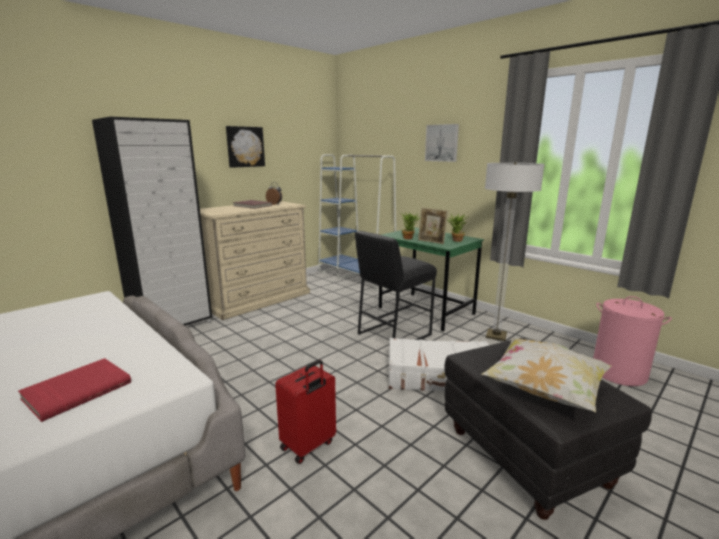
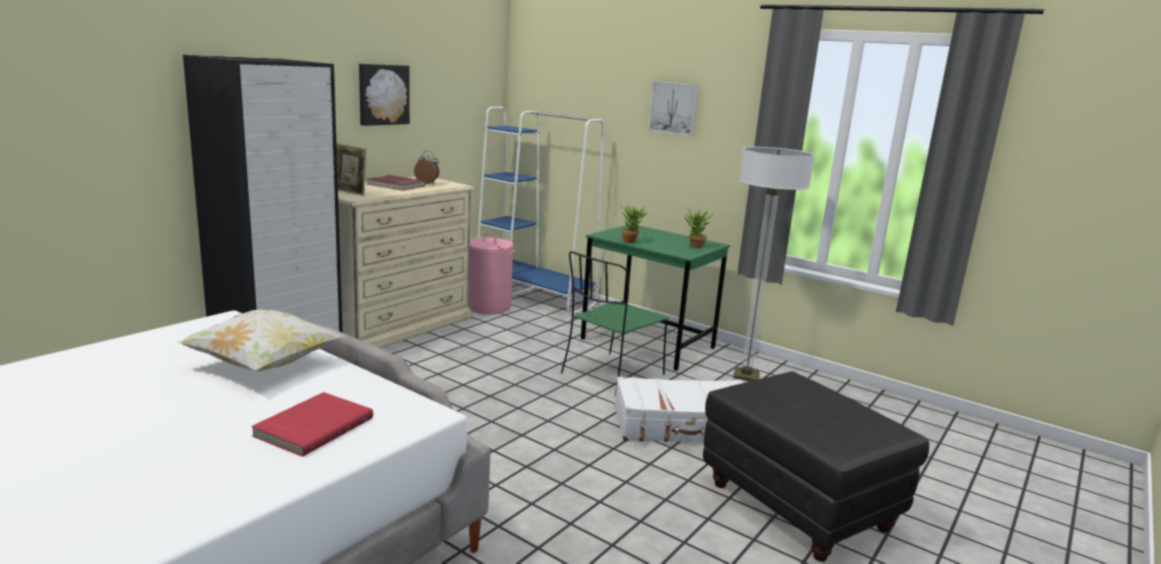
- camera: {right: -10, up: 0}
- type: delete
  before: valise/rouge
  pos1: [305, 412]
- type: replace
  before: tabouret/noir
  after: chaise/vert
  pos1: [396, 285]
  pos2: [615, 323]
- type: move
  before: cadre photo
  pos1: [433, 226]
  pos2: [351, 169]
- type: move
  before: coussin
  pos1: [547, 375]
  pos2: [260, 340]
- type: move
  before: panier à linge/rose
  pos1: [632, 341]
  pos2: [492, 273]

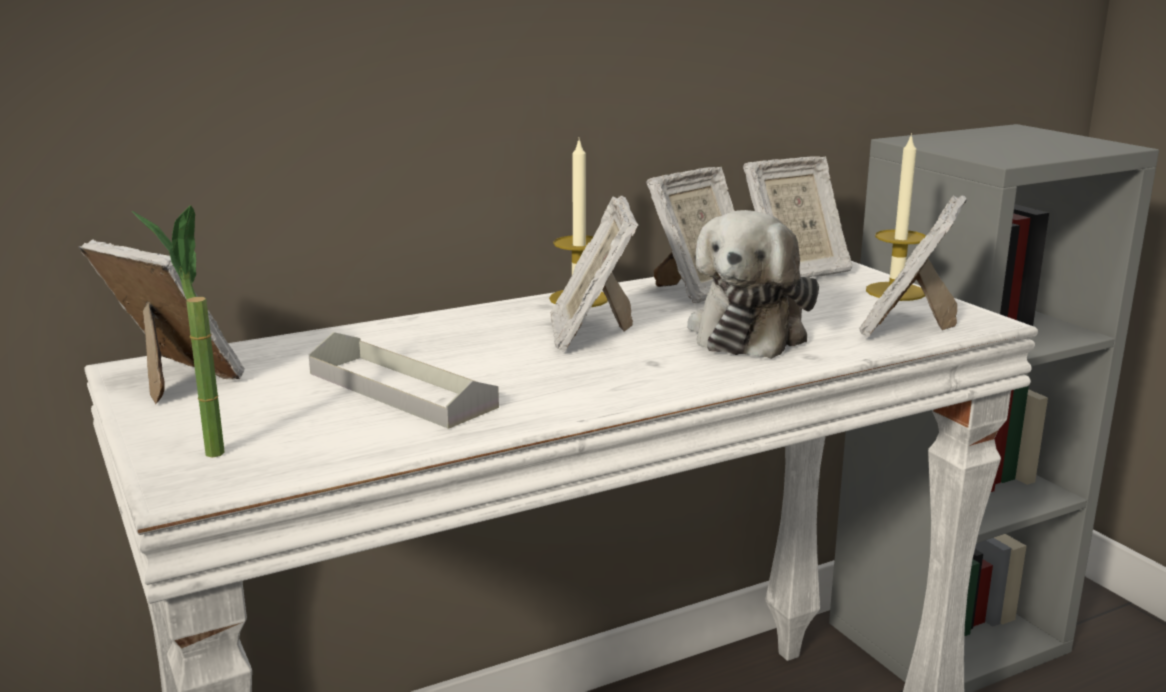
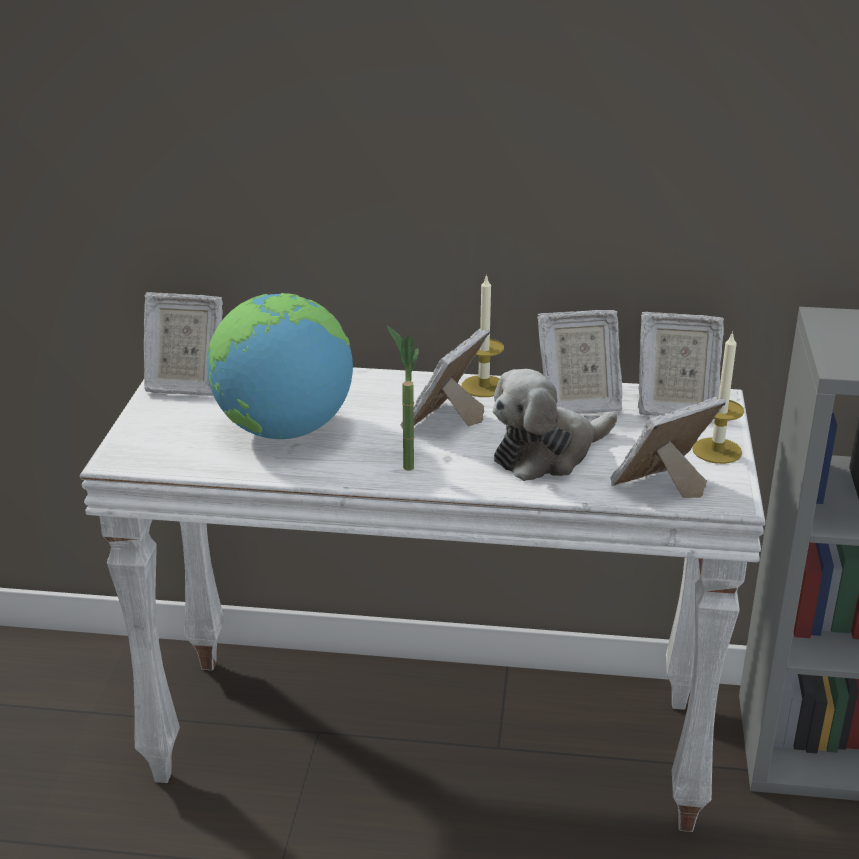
- camera: {right: 35, up: 10}
- type: rotate
  before: cadre photo
  pos1: [162, 321]
  pos2: [183, 344]
  turn: 120
- type: move
  before: plante en pot
  pos1: [178, 331]
  pos2: [403, 398]
- type: replace
  before: plateau/gris
  after: globe
  pos1: [404, 380]
  pos2: [280, 366]

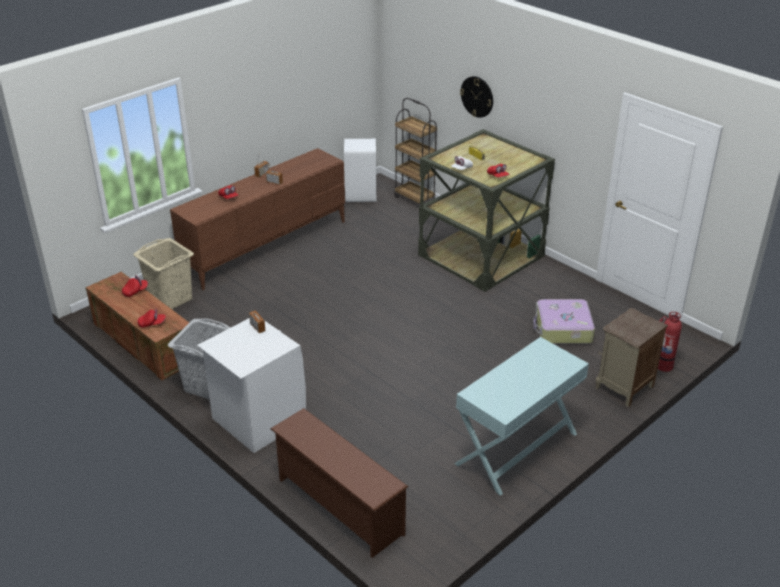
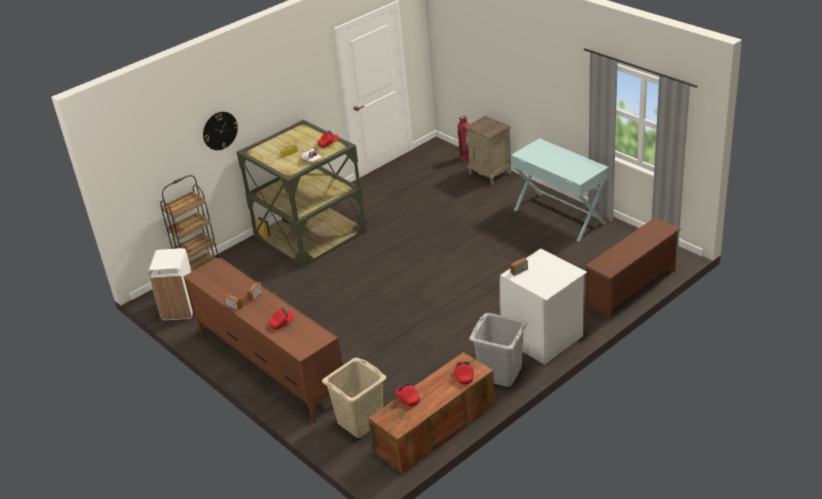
- camera: {right: -85, up: 0}
- type: delete
  before: valise
  pos1: [564, 321]

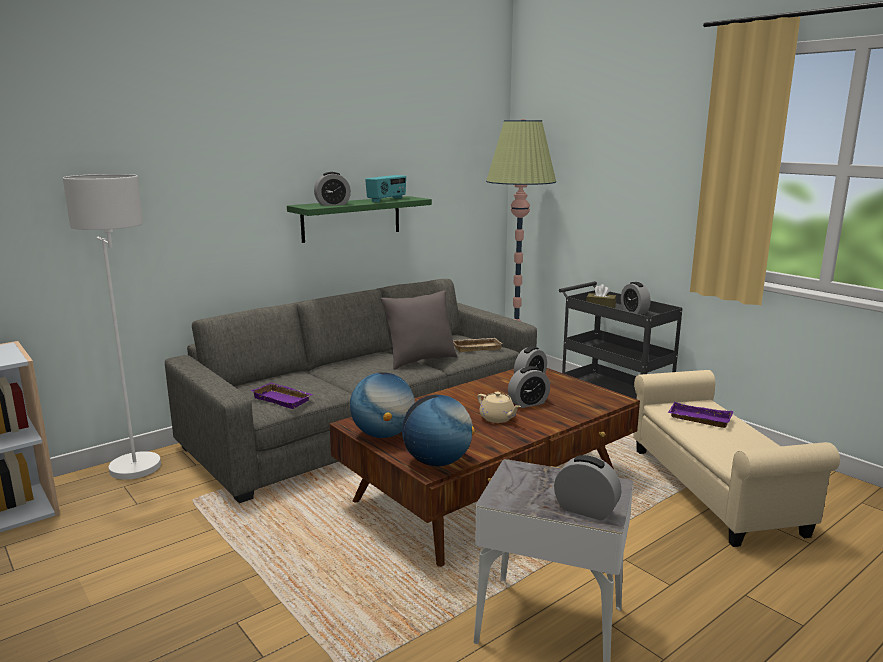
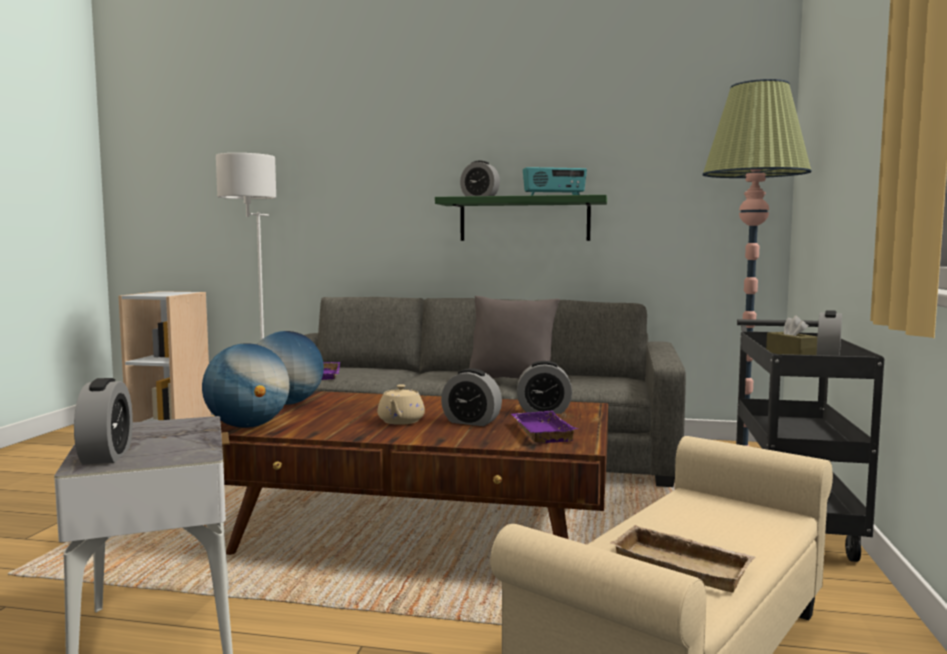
- camera: {right: 50, up: -10}
- type: move
  before: plateau/beige
  pos1: [477, 345]
  pos2: [682, 558]
- type: move
  before: plateau/violet
  pos1: [700, 415]
  pos2: [544, 427]

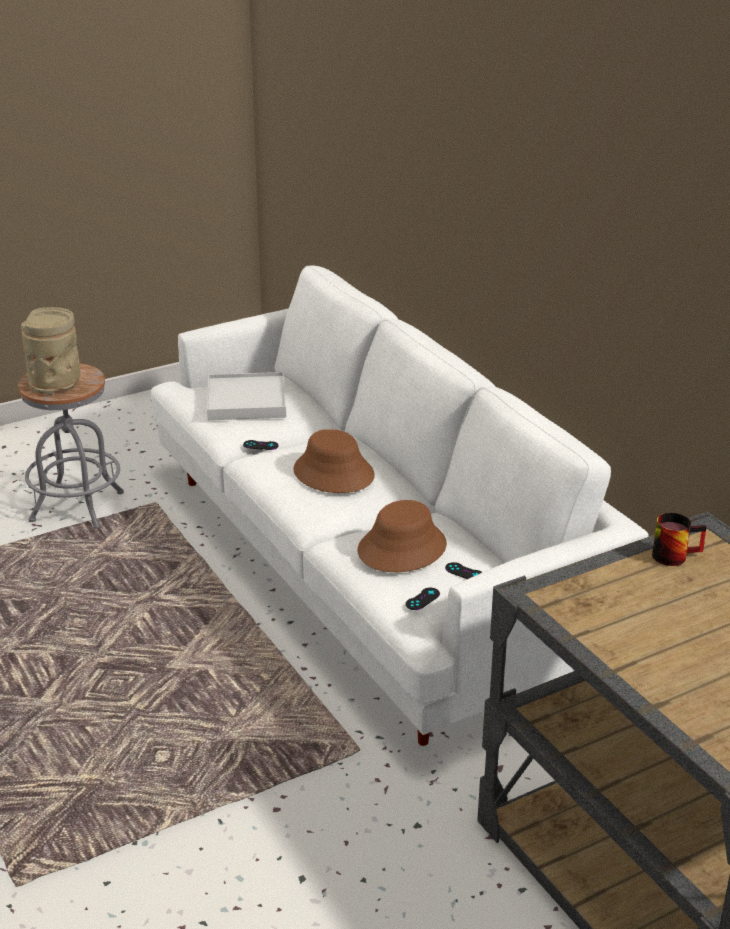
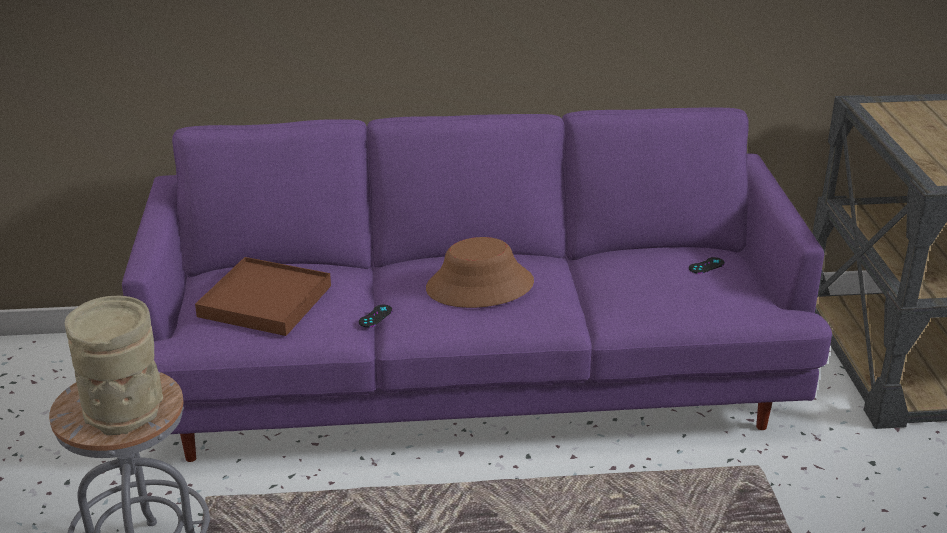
- camera: {right: -65, up: 0}
- type: recolor
  before: canapé/blanc
  after: canapé/violet
  pos1: [400, 506]
  pos2: [477, 285]
- type: recolor
  before: plateau/blanc
  after: plateau/marron
  pos1: [246, 396]
  pos2: [263, 296]
- type: delete
  before: chapeau/marron
  pos1: [402, 536]
- type: delete
  before: manette/noir
  pos1: [423, 599]
- type: delete
  before: mug
  pos1: [679, 539]

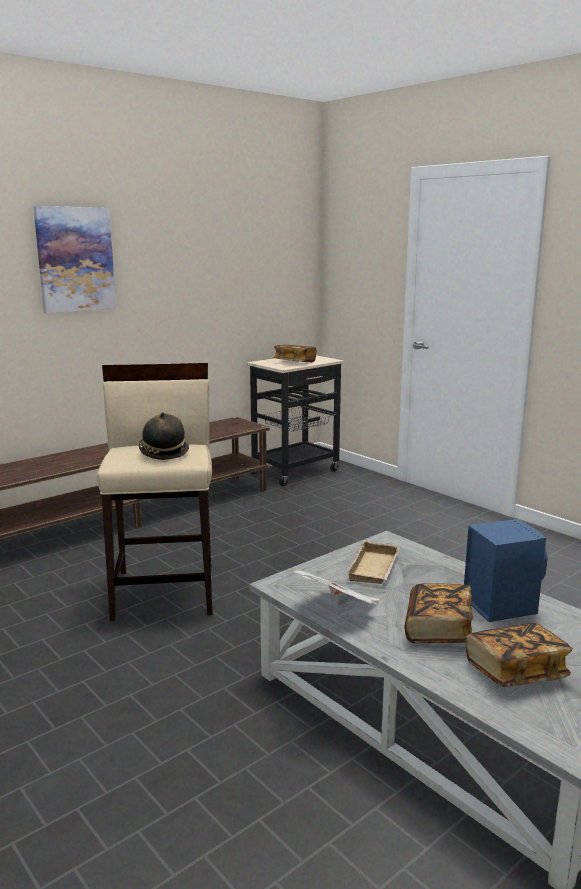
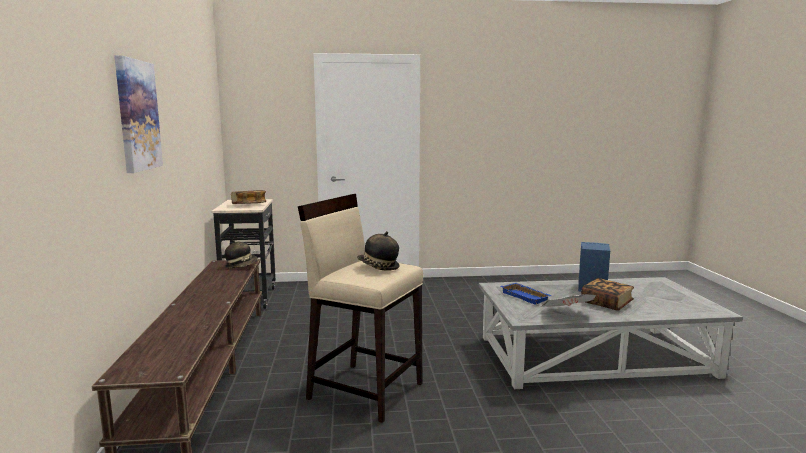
- camera: {right: -55, up: -5}
- type: recolor
  before: plateau/beige
  after: plateau/bleu
  pos1: [373, 562]
  pos2: [526, 294]
- type: delete
  before: livre
  pos1: [519, 655]
- type: insert
  after: chapeau
  pos2: [241, 254]

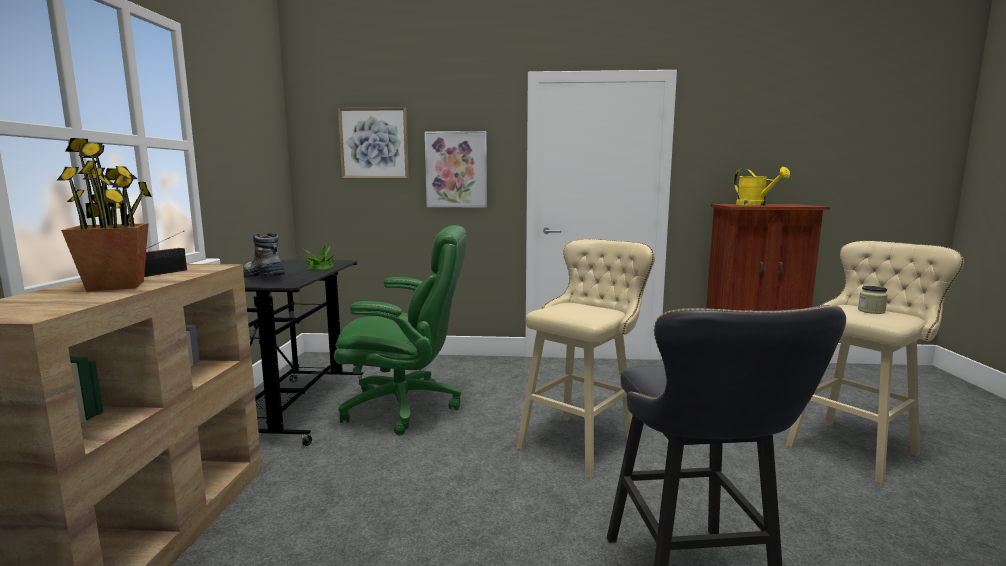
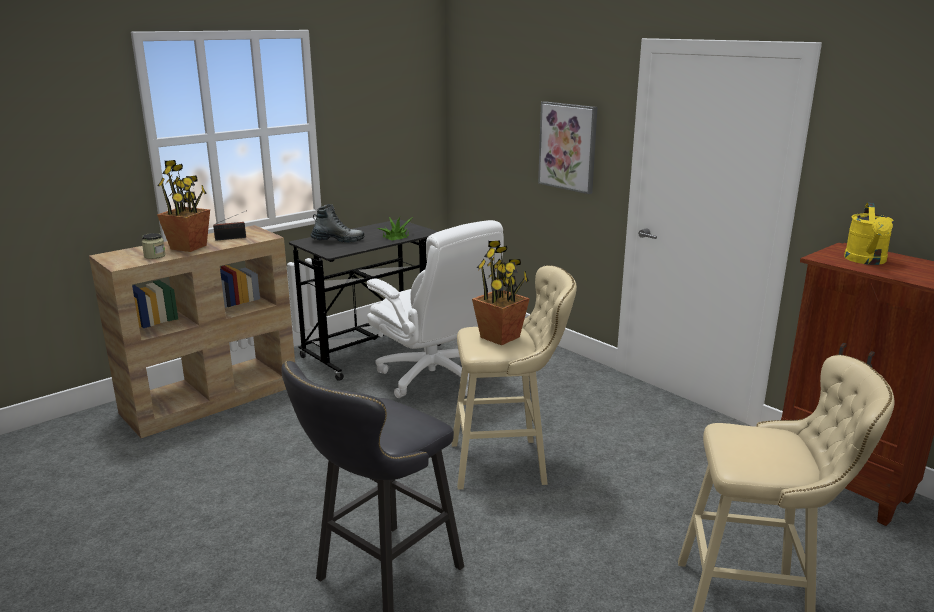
- camera: {right: 45, up: 10}
- type: rotate
  before: botte
  pos1: [264, 255]
  pos2: [338, 223]
  turn: 90
- type: recolor
  before: chaise de bureau/vert
  after: chaise de bureau/blanc
  pos1: [400, 330]
  pos2: [435, 309]
- type: delete
  before: tableau
  pos1: [373, 142]
- type: move
  before: bocal
  pos1: [873, 300]
  pos2: [154, 246]
- type: insert
  after: plante en pot
  pos2: [501, 292]

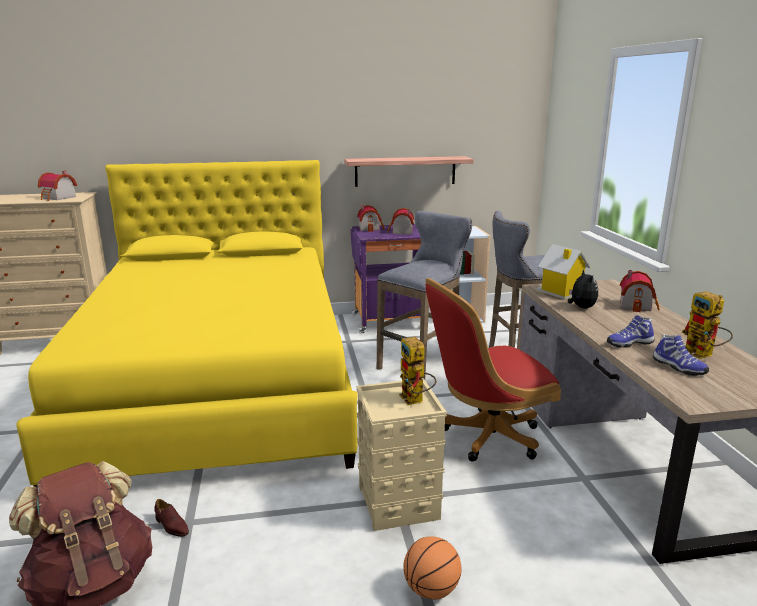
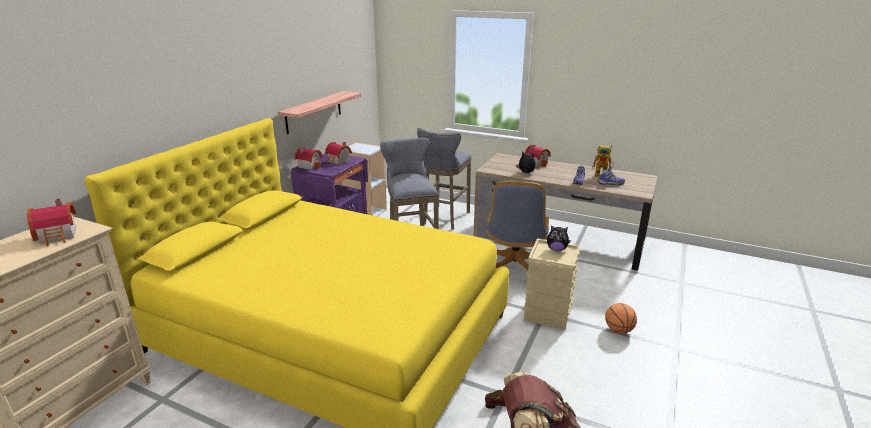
- camera: {right: -55, up: 5}
- type: replace
  before: robot jouet
  after: peluche
  pos1: [417, 371]
  pos2: [559, 238]
- type: recolor
  before: chaise de bureau/rouge
  after: chaise de bureau/bleu
  pos1: [493, 369]
  pos2: [518, 225]
- type: delete
  before: maison miniature
  pos1: [563, 271]

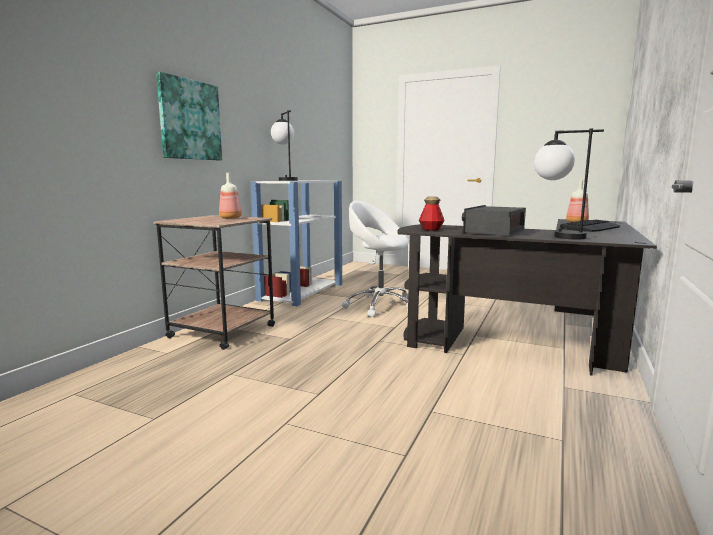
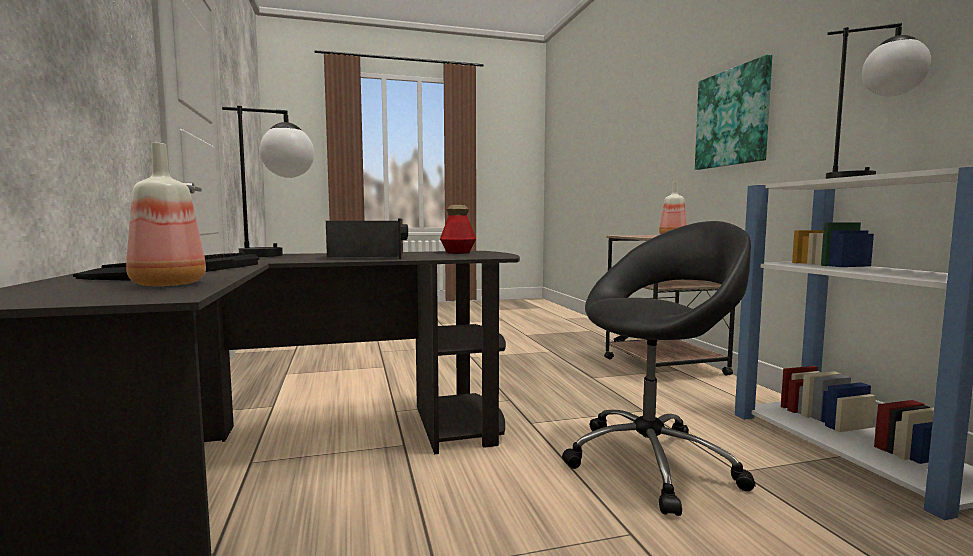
- camera: {right: 140, up: -5}
- type: recolor
  before: chaise de bureau/blanc
  after: chaise de bureau/noir
  pos1: [375, 259]
  pos2: [659, 368]

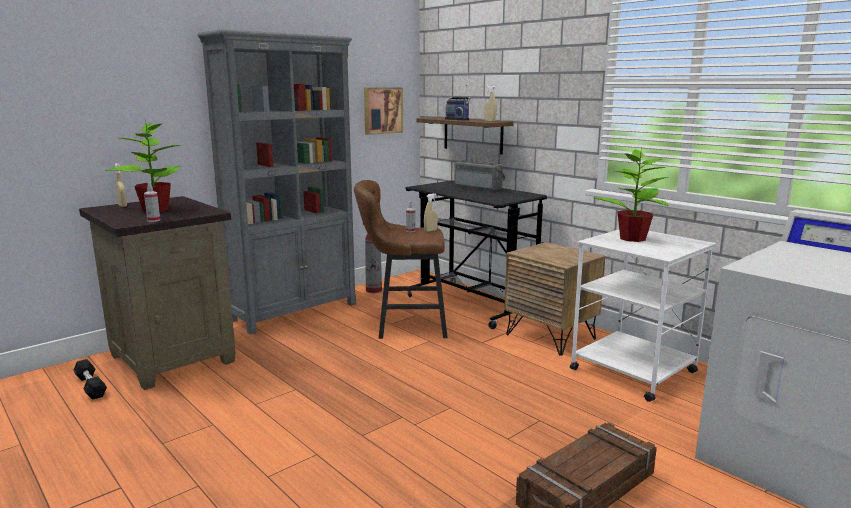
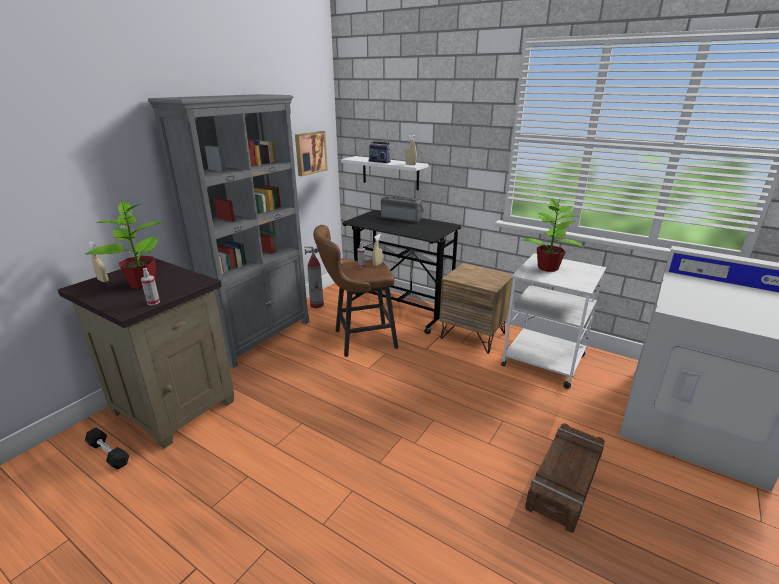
- camera: {right: -15, up: 10}
- type: recolor
  before: étagère/marron
  after: étagère/blanc
  pos1: [464, 136]
  pos2: [384, 173]

